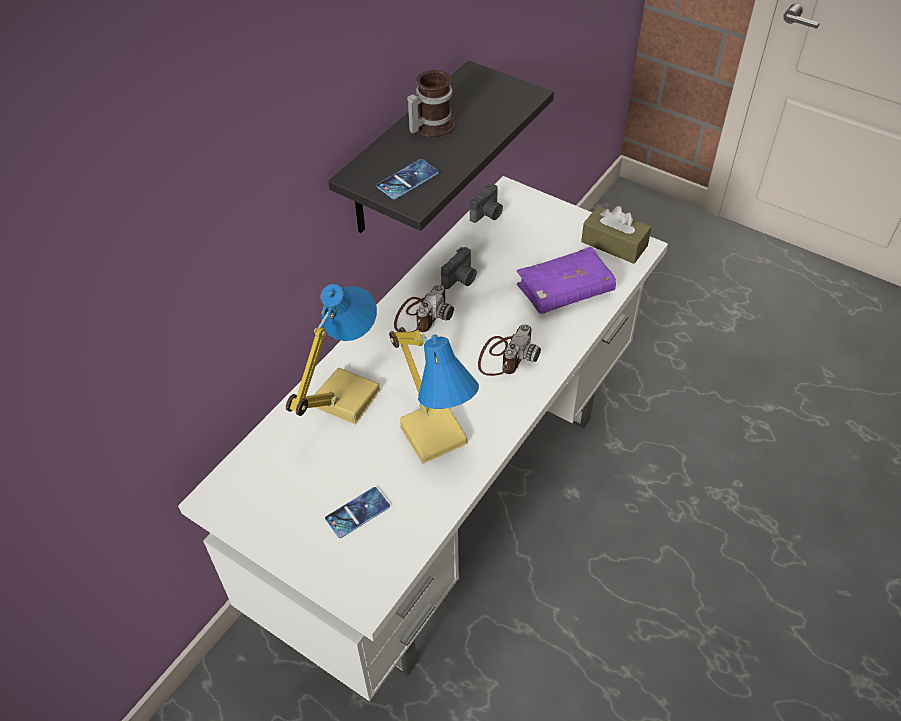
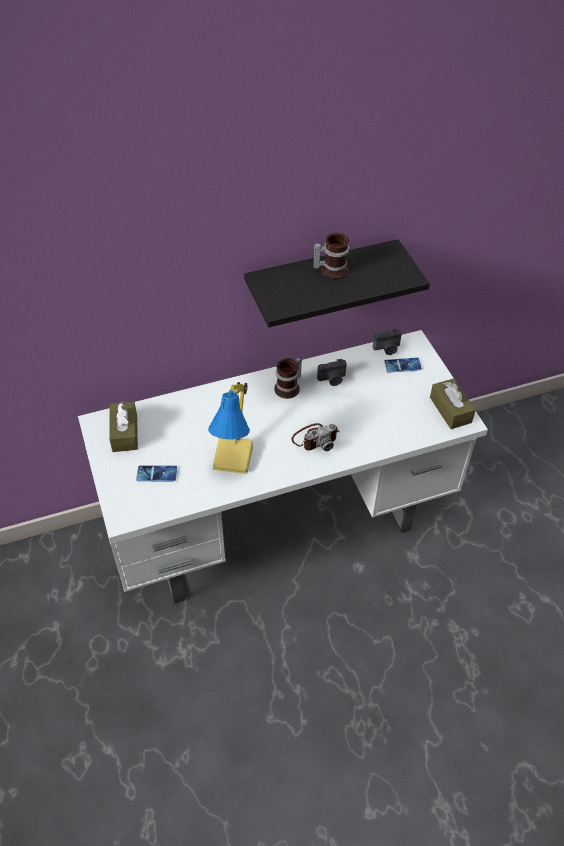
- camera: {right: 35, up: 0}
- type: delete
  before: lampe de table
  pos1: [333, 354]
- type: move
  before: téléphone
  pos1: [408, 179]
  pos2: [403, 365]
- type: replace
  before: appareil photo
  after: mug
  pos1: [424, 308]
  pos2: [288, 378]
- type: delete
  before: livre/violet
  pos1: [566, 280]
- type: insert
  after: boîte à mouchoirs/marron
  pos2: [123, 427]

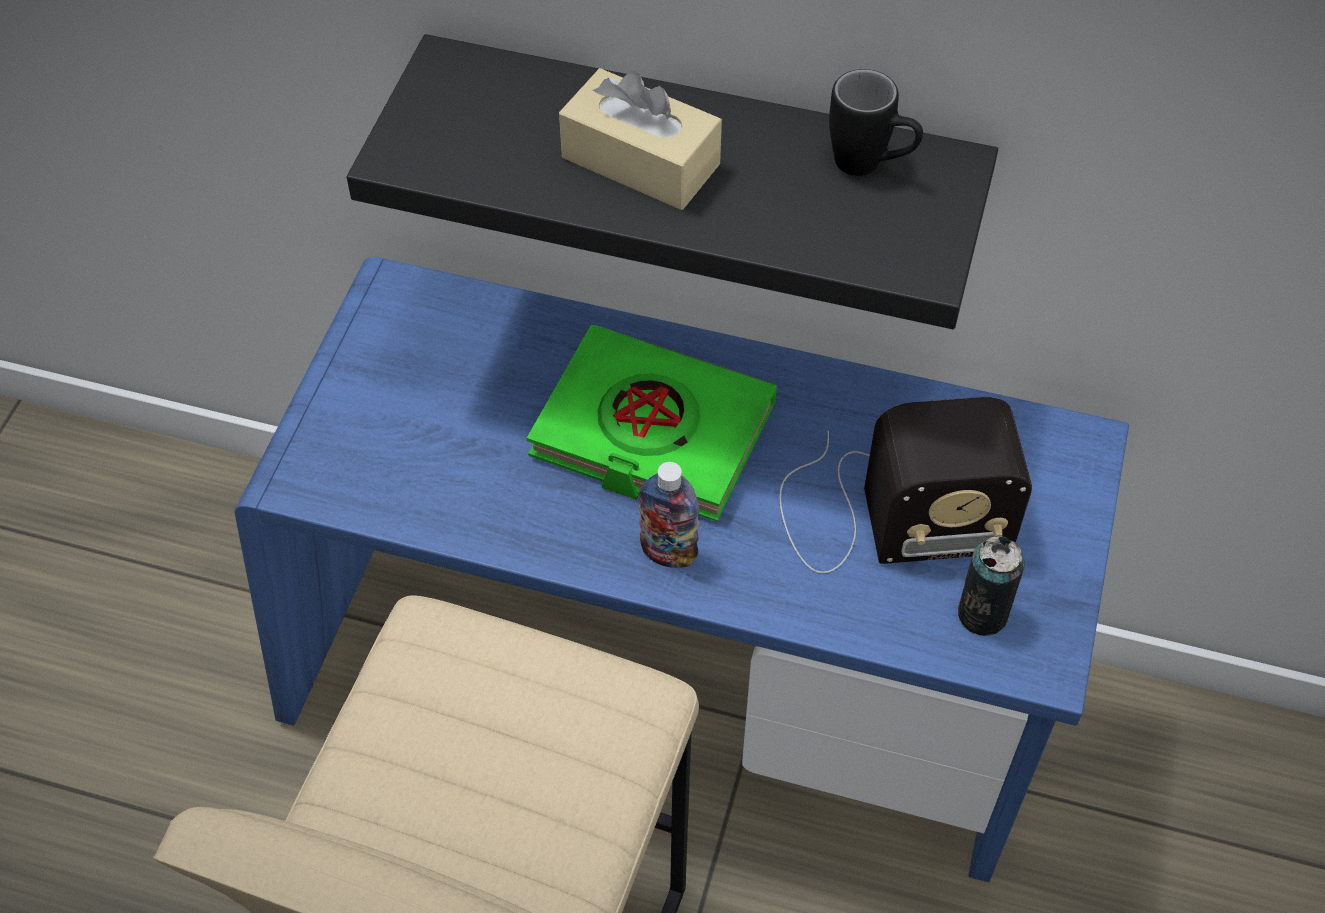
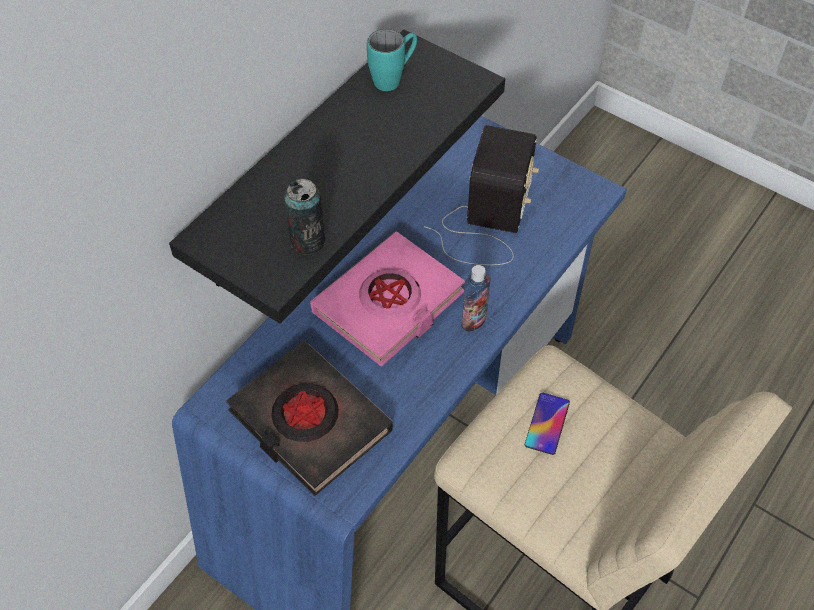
- camera: {right: -70, up: 0}
- type: recolor
  before: livre/vert
  after: livre/rose
  pos1: [652, 423]
  pos2: [387, 299]
- type: delete
  before: boîte à mouchoirs/beige
  pos1: [640, 139]
- type: recolor
  before: mug/noir
  after: mug/turquoise
  pos1: [876, 122]
  pos2: [392, 60]
- type: move
  before: boîte métallique
  pos1: [991, 586]
  pos2: [304, 217]
- type: insert
  after: livre/noir
  pos2: [309, 418]
- type: insert
  after: téléphone
  pos2: [547, 423]

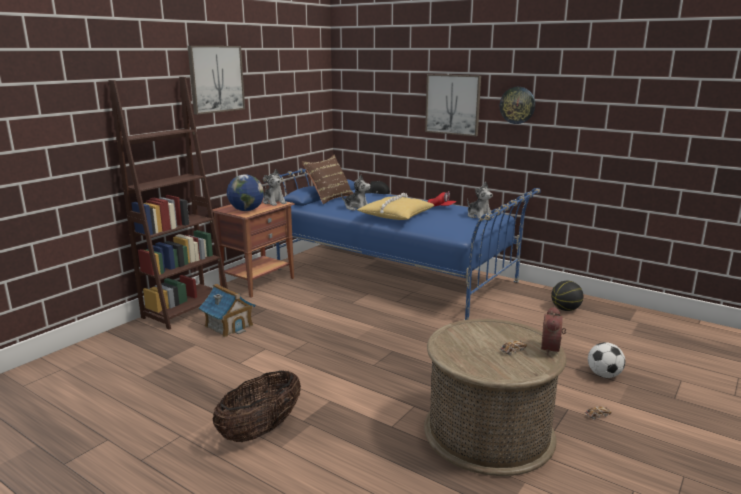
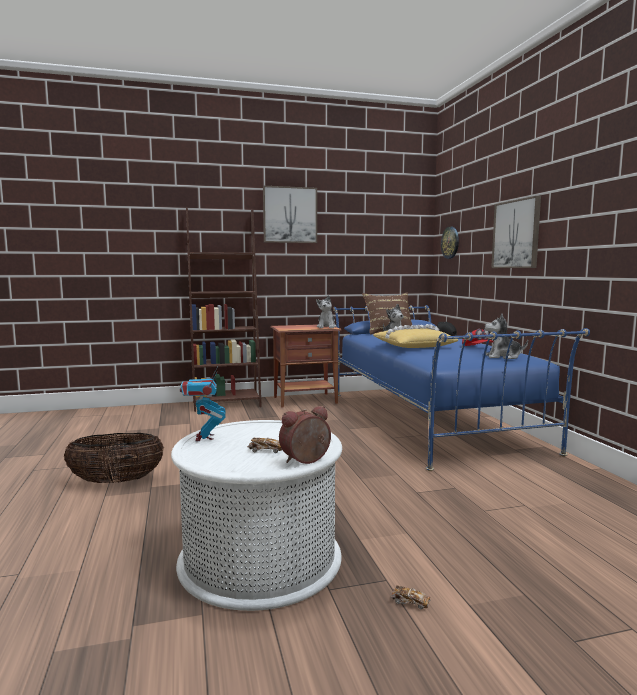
- camera: {right: 40, up: -10}
- type: delete
  before: maison miniature
  pos1: [227, 310]
- type: delete
  before: globe
  pos1: [245, 192]
- type: recolor
  before: table basse/marron
  after: table basse/blanc
  pos1: [495, 397]
  pos2: [256, 515]
- type: rotate
  before: peluche
  pos1: [480, 201]
  pos2: [506, 336]
  turn: 90
- type: move
  before: horloge murale
  pos1: [517, 105]
  pos2: [450, 243]
- type: delete
  before: ballon de basket
  pos1: [567, 296]
- type: delete
  before: ballon de foot
  pos1: [606, 360]
- type: insert
  after: robot jouet
  pos2: [203, 403]

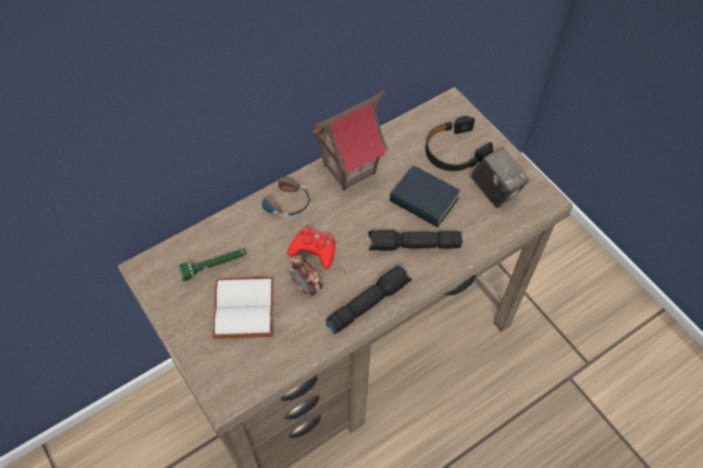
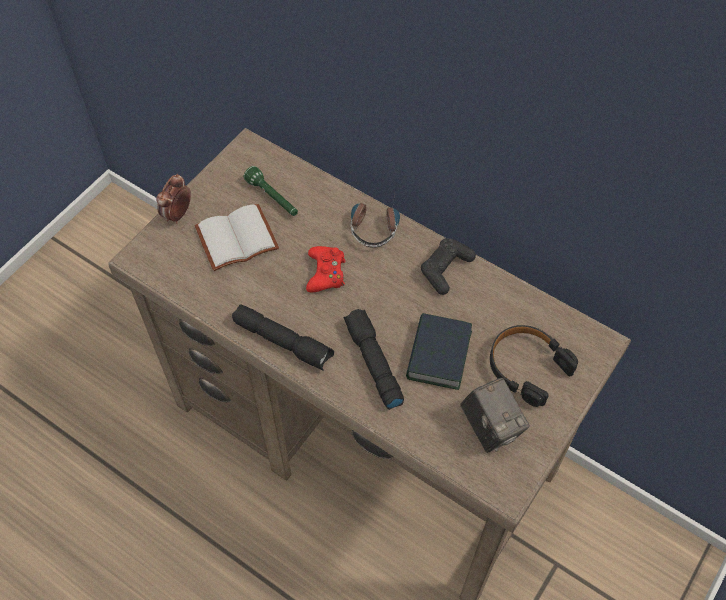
- camera: {right: 70, up: 0}
- type: move
  before: réveil
  pos1: [306, 277]
  pos2: [173, 199]
- type: replace
  before: maison miniature
  after: manette/noir
  pos1: [350, 140]
  pos2: [448, 266]
- type: rotate
  before: appareil photo
  pos1: [500, 177]
  pos2: [495, 415]
  turn: -60

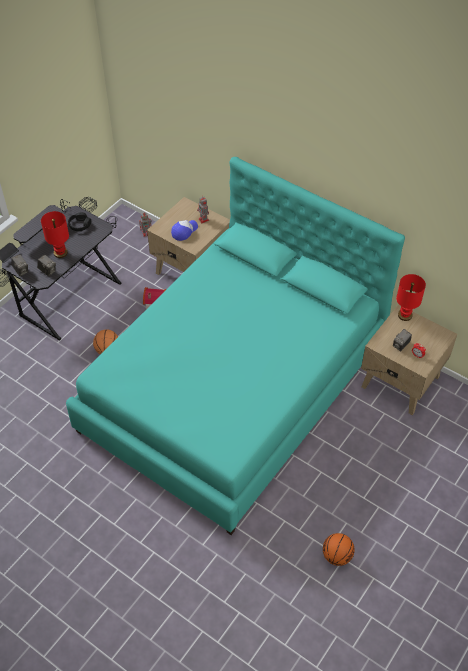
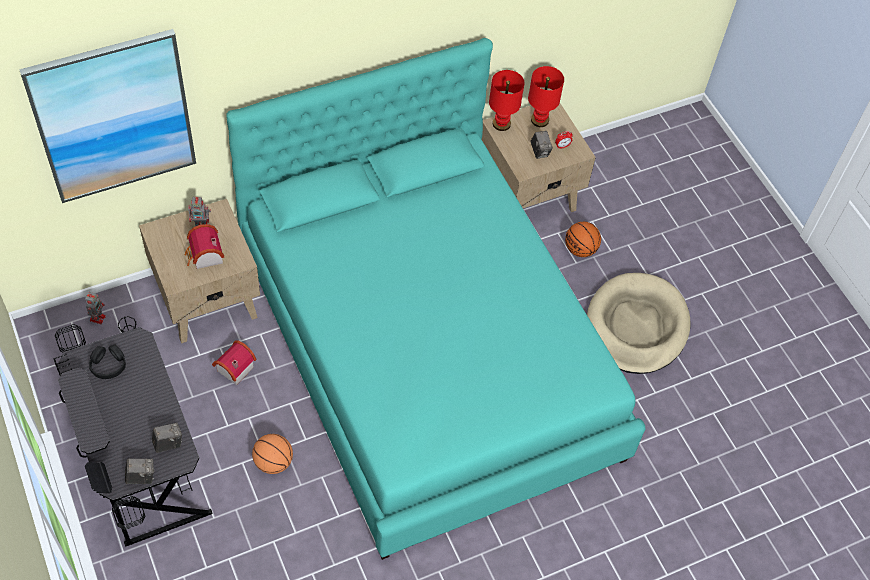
- camera: {right: -65, up: 5}
- type: move
  before: lampe de table/rouge
  pos1: [55, 234]
  pos2: [546, 96]
- type: replace
  before: casquette
  after: maison miniature
  pos1: [184, 230]
  pos2: [204, 246]
- type: move
  before: ballon de basket
  pos1: [339, 549]
  pos2: [583, 239]
- type: insert
  after: tableau
  pos2: [107, 116]
- type: insert
  after: panier pour chien/beige
  pos2: [638, 323]

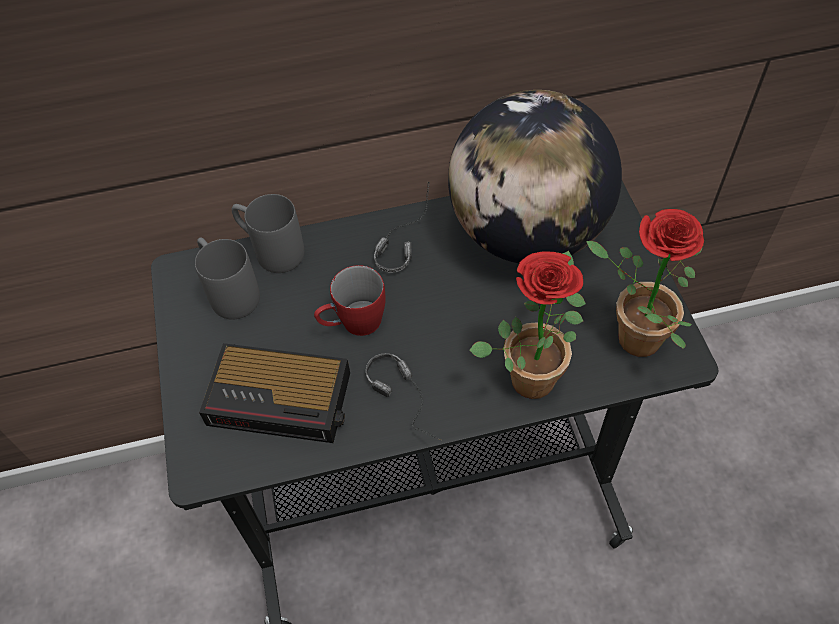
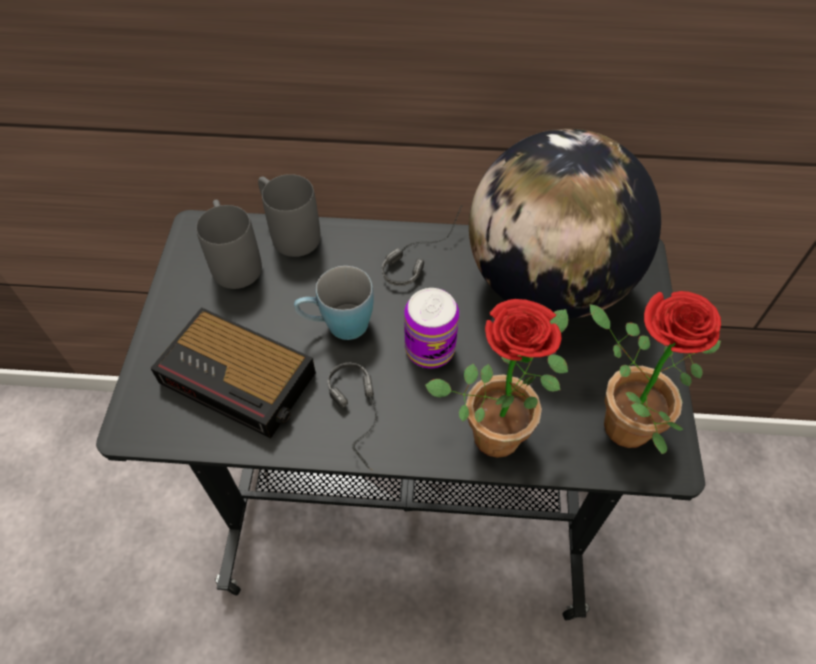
- camera: {right: 15, up: 0}
- type: recolor
  before: mug/rouge
  after: mug/bleu
  pos1: [350, 300]
  pos2: [334, 303]
- type: insert
  after: boîte métallique
  pos2: [431, 328]

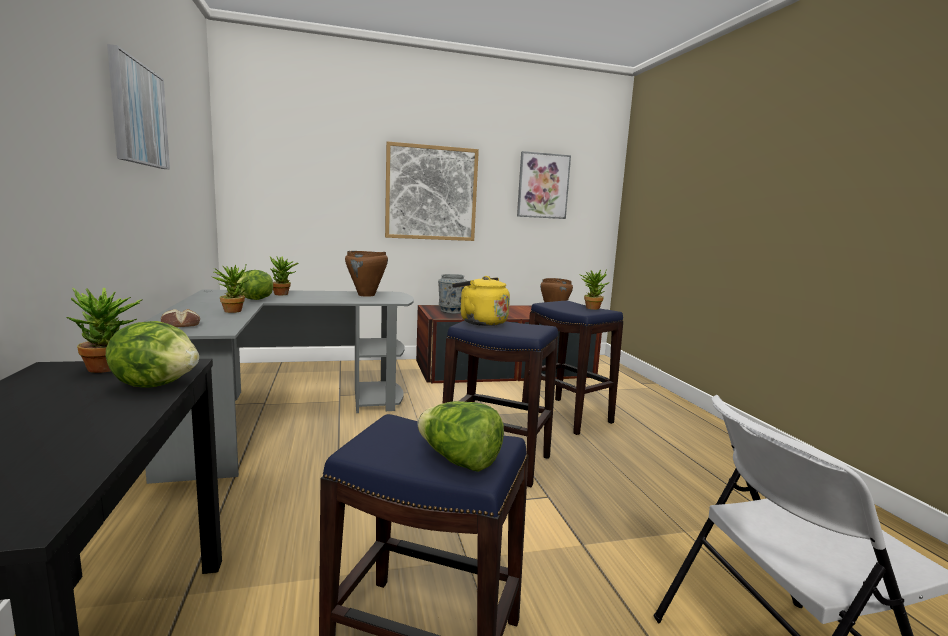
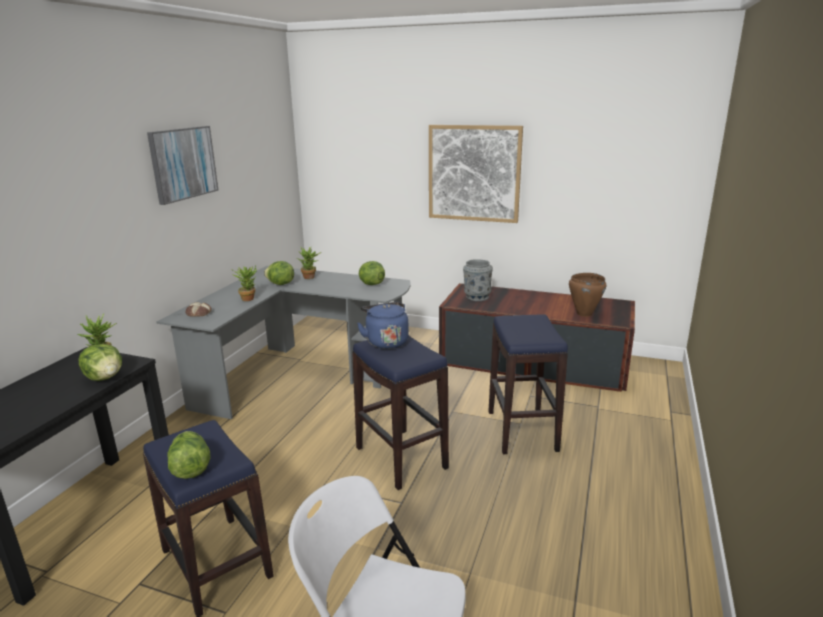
- camera: {right: 35, up: 10}
- type: replace
  before: marmite/marron
  after: laitue
  pos1: [366, 274]
  pos2: [372, 273]
- type: recolor
  before: bouilloire/jaune
  after: bouilloire/bleu
  pos1: [481, 301]
  pos2: [383, 325]
- type: delete
  before: tableau
  pos1: [544, 185]
- type: delete
  before: plante en pot
  pos1: [594, 289]

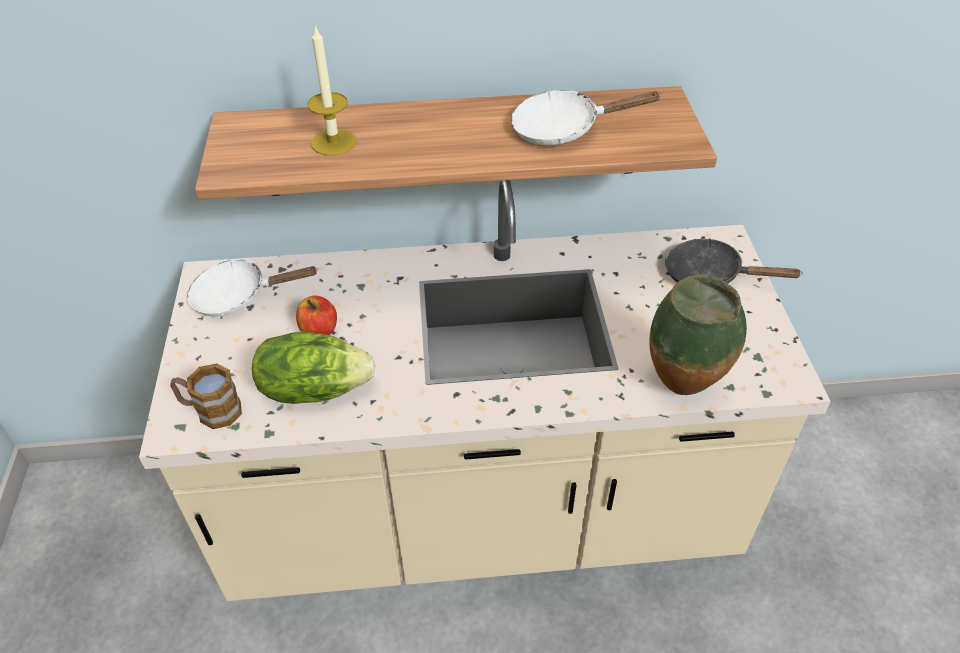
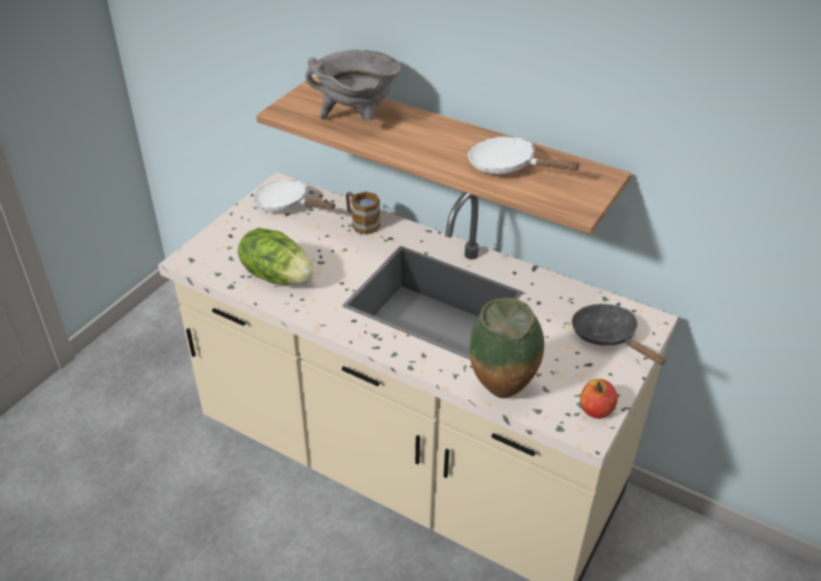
- camera: {right: 35, up: -5}
- type: move
  before: mug
  pos1: [206, 396]
  pos2: [363, 212]
- type: move
  before: pomme
  pos1: [316, 315]
  pos2: [599, 399]
- type: replace
  before: bougie
  after: marmite/gris
  pos1: [332, 90]
  pos2: [353, 85]

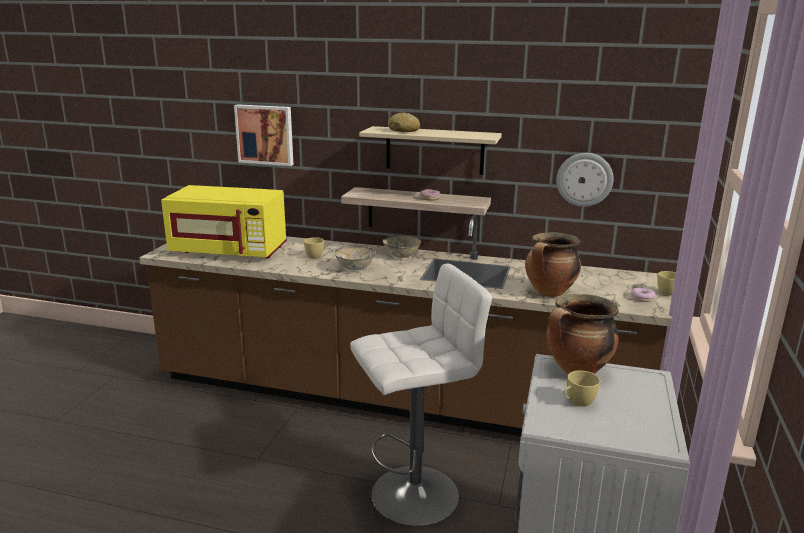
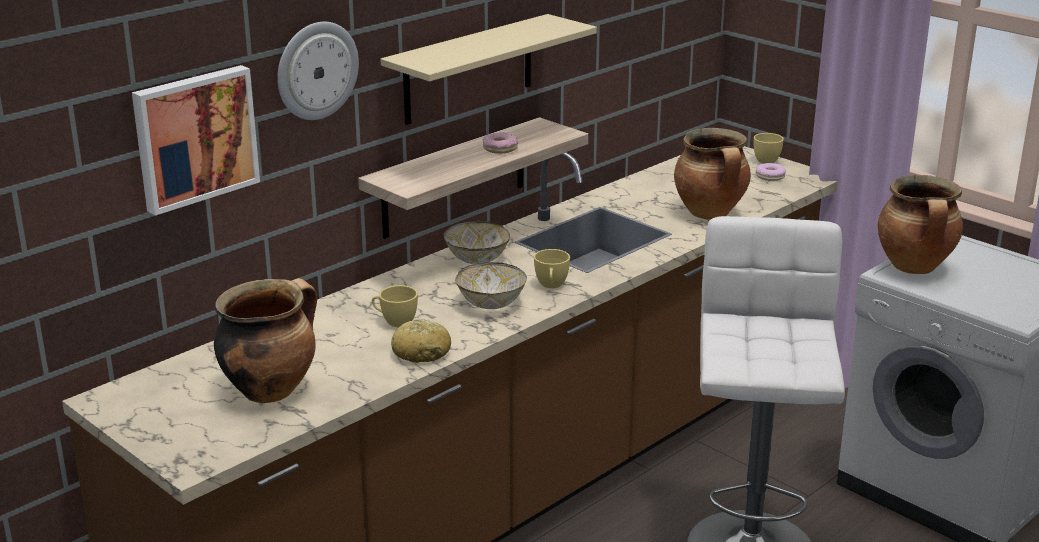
- camera: {right: -60, up: 5}
- type: replace
  before: micro-ondes/jaune
  after: marmite
  pos1: [224, 222]
  pos2: [265, 340]
- type: move
  before: pain
  pos1: [404, 122]
  pos2: [421, 341]
- type: move
  before: horloge murale
  pos1: [585, 180]
  pos2: [318, 71]
- type: move
  before: tasse/jaune
  pos1: [581, 389]
  pos2: [552, 268]

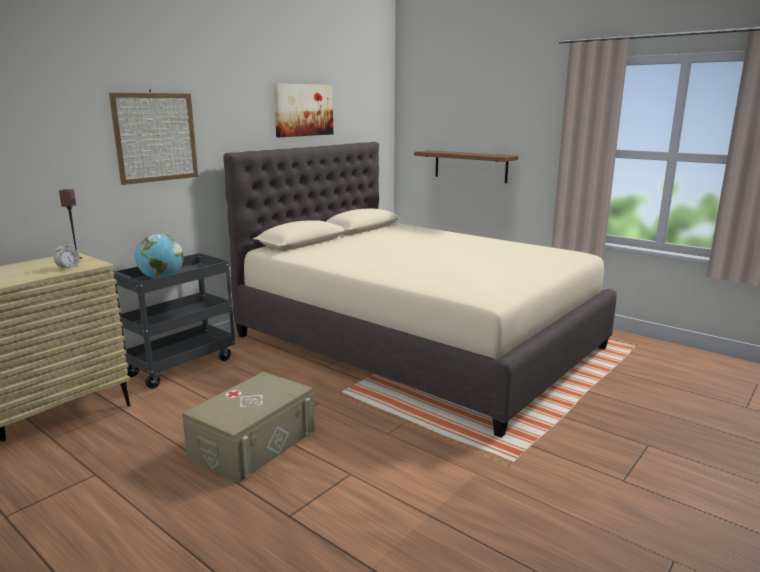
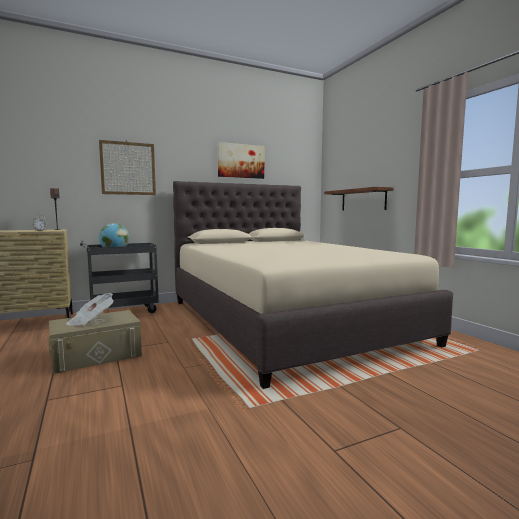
- camera: {right: 25, up: -10}
- type: insert
  after: journal
  pos2: [90, 309]

